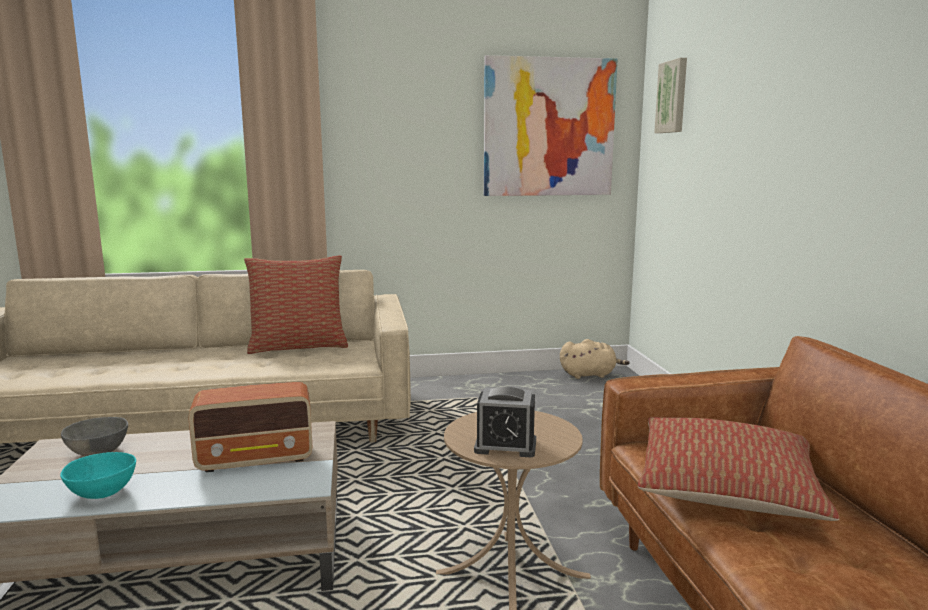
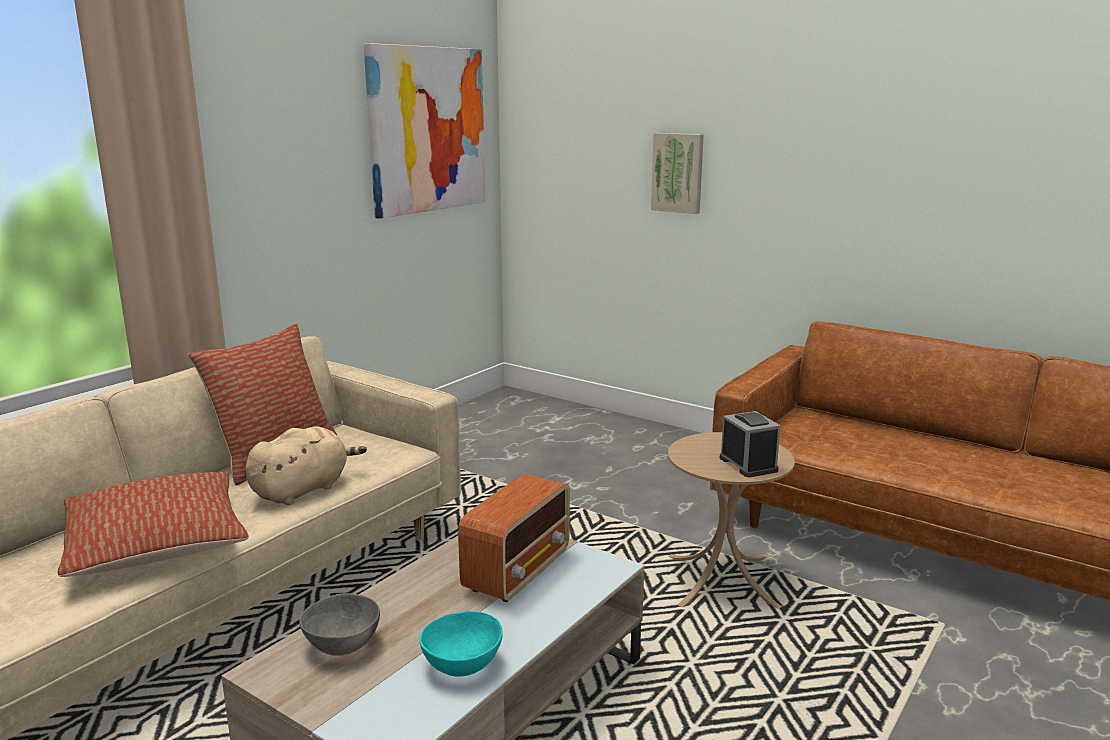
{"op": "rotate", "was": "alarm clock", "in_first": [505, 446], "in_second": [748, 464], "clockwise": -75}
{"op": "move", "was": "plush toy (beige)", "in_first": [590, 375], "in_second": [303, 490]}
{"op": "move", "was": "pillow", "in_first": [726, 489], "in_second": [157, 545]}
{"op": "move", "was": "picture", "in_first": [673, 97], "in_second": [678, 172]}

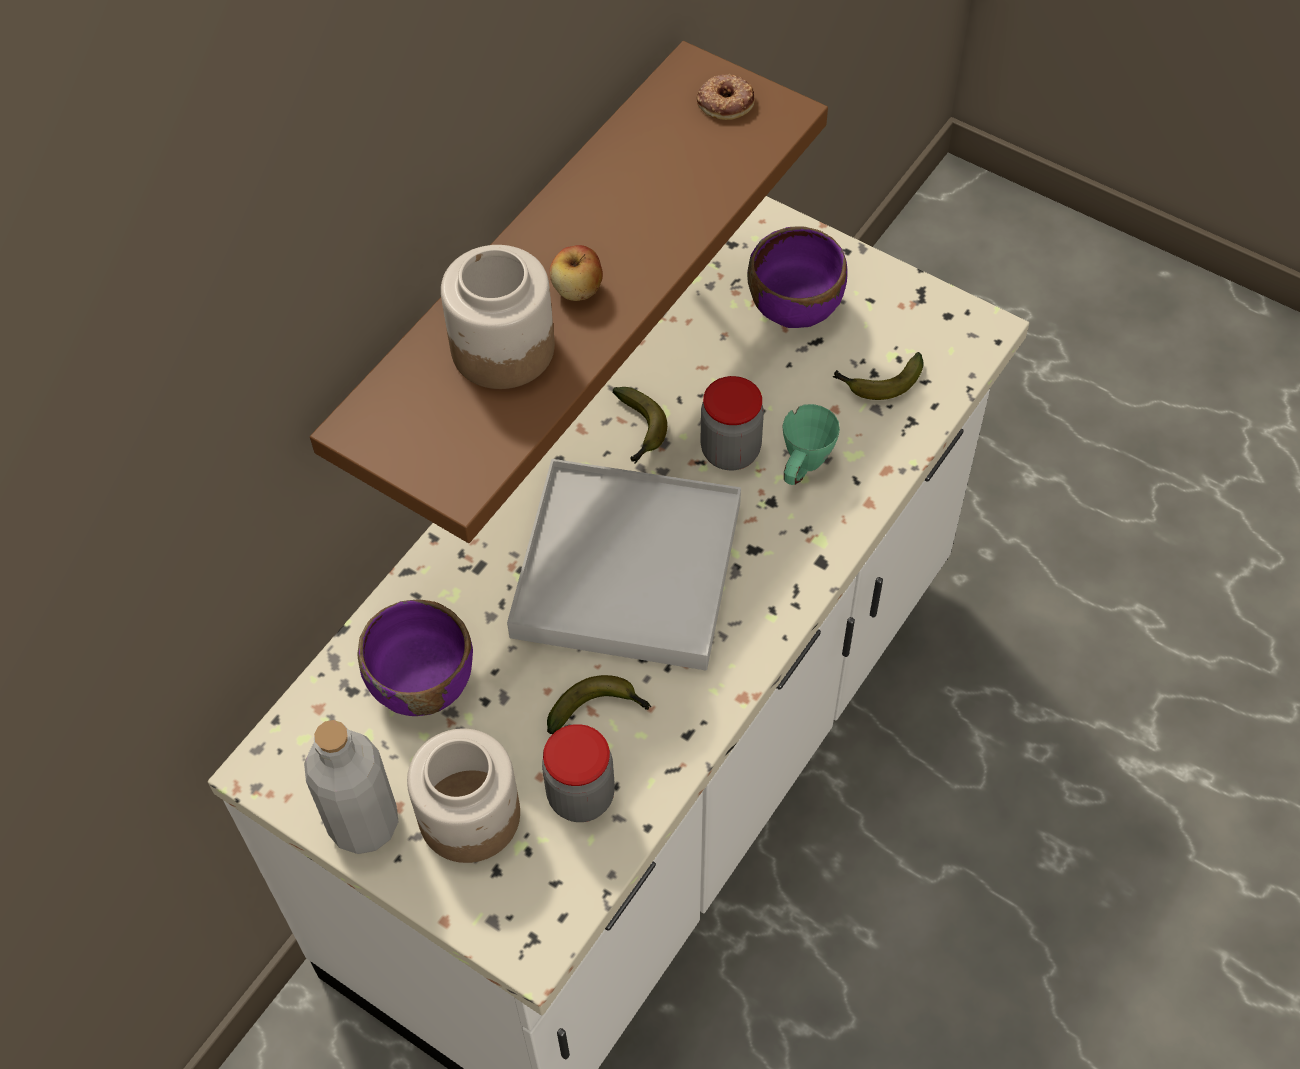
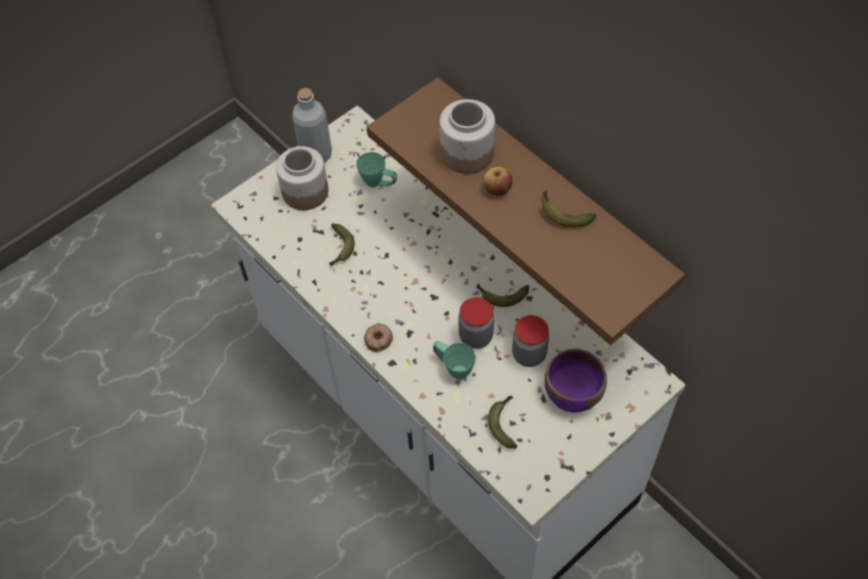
{"op": "replace", "was": "bowl (purple)", "now": "mug (green)", "in_first": [423, 681], "in_second": [379, 184]}
{"op": "delete", "was": "tray (white)", "in_first": [628, 570]}
{"op": "move", "was": "jar", "in_first": [581, 796], "in_second": [529, 354]}
{"op": "move", "was": "donut", "in_first": [725, 101], "in_second": [378, 339]}
{"op": "insert", "now": "banana", "in_second": [563, 213]}

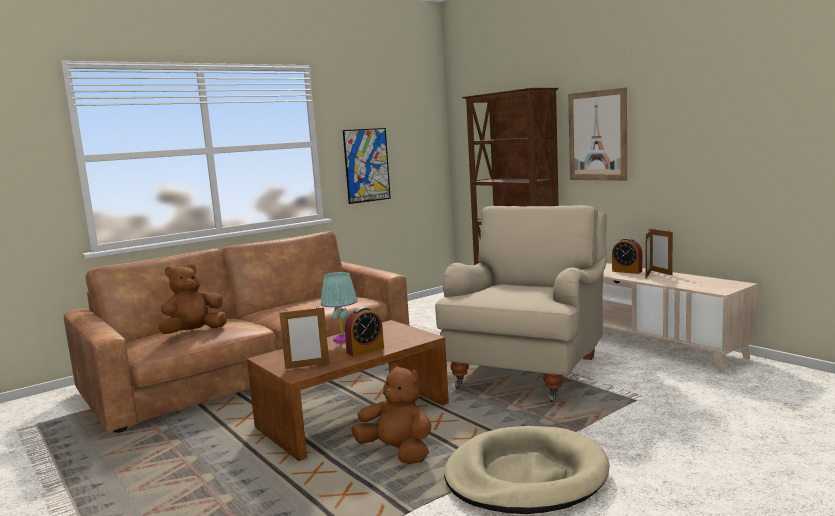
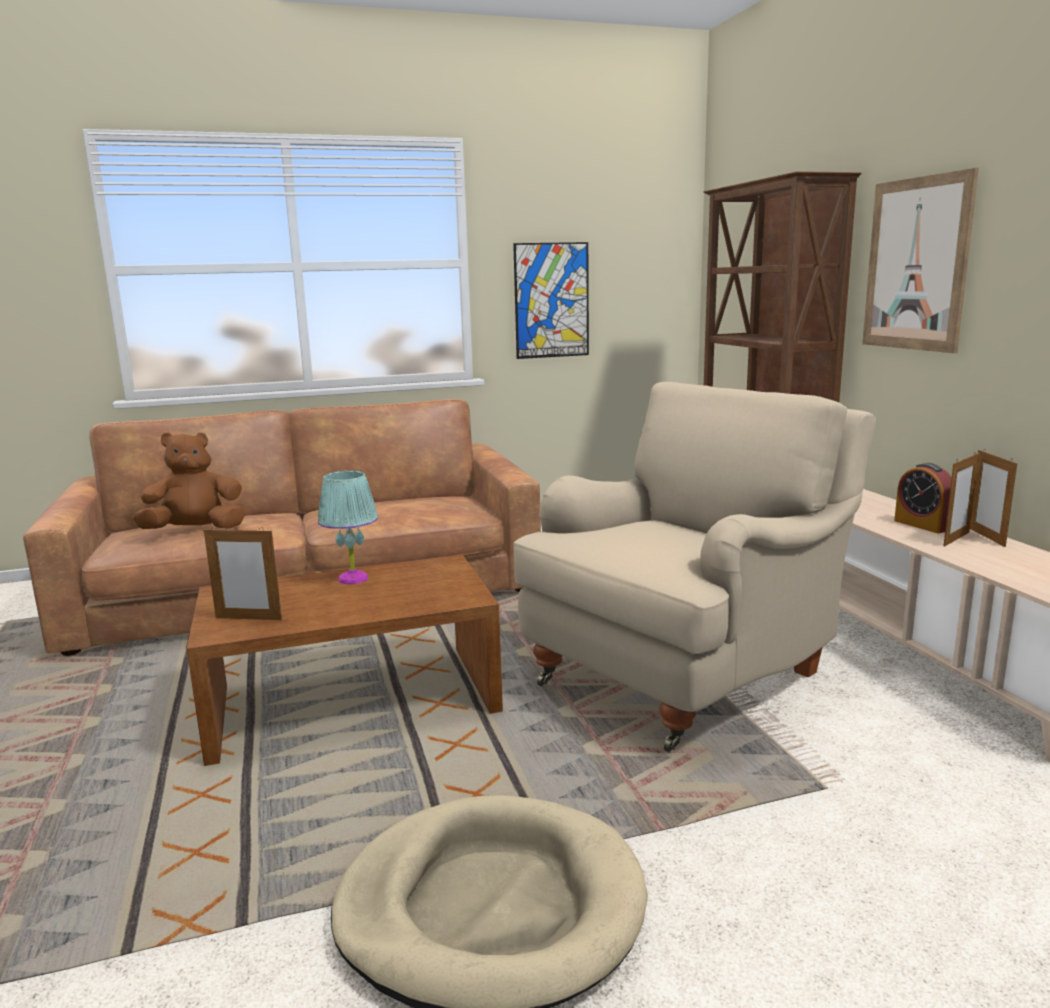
{"op": "delete", "was": "alarm clock", "in_first": [365, 350]}
{"op": "delete", "was": "plush toy (brown)", "in_first": [397, 452]}

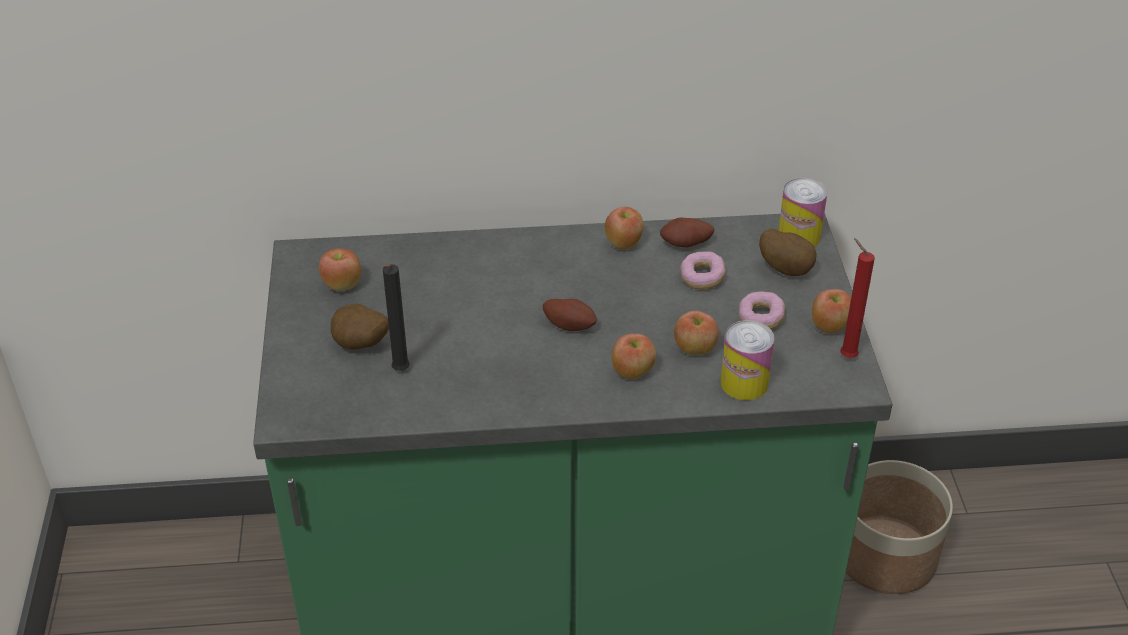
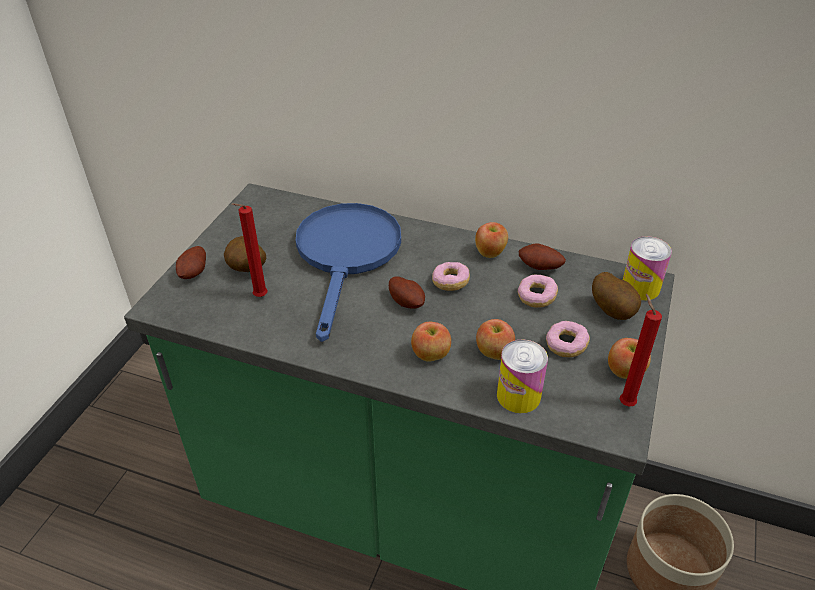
{"op": "delete", "was": "apple", "in_first": [342, 285]}
{"op": "recolor", "was": "candle (black)", "now": "candle (red)", "in_first": [399, 372], "in_second": [258, 297]}
{"op": "insert", "now": "potato", "in_second": [195, 273]}
{"op": "insert", "now": "frying pan (blue)", "in_second": [347, 255]}
{"op": "insert", "now": "donut", "in_second": [450, 283]}

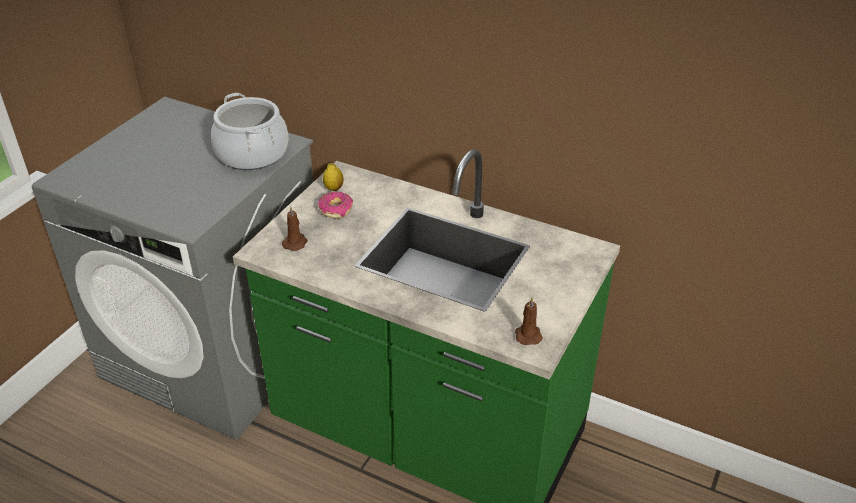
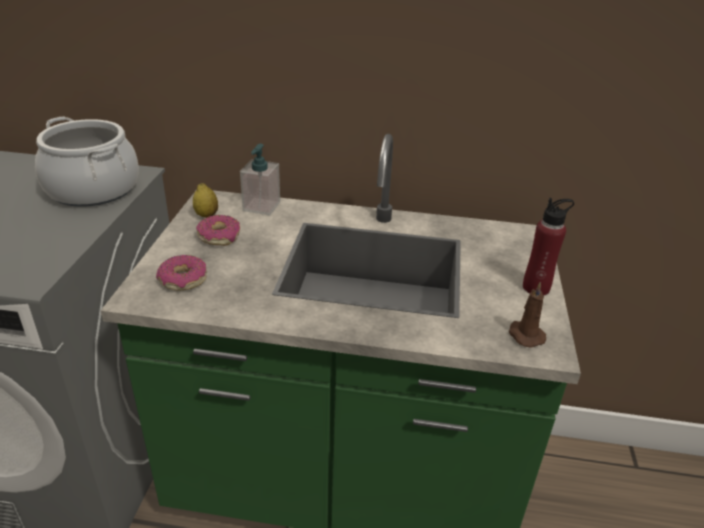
{"op": "replace", "was": "candle (brown)", "now": "donut", "in_first": [295, 243], "in_second": [183, 280]}
{"op": "insert", "now": "soap dispenser", "in_second": [261, 206]}
{"op": "insert", "now": "bottle (red)", "in_second": [536, 287]}

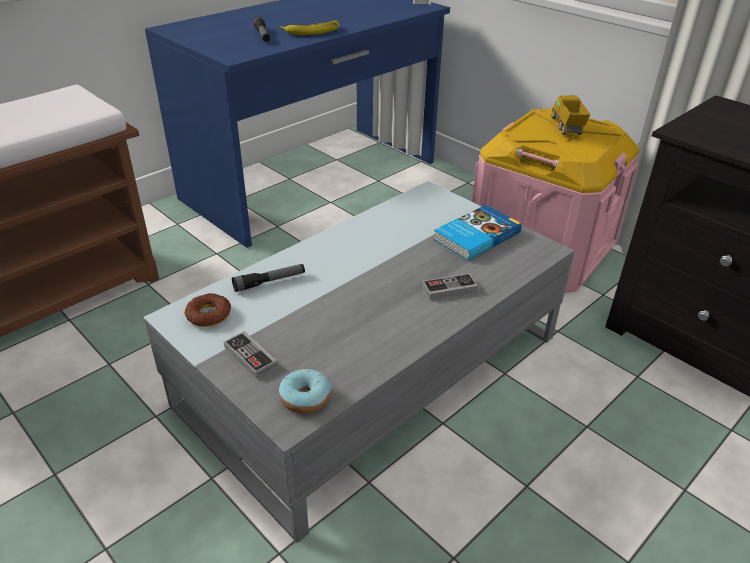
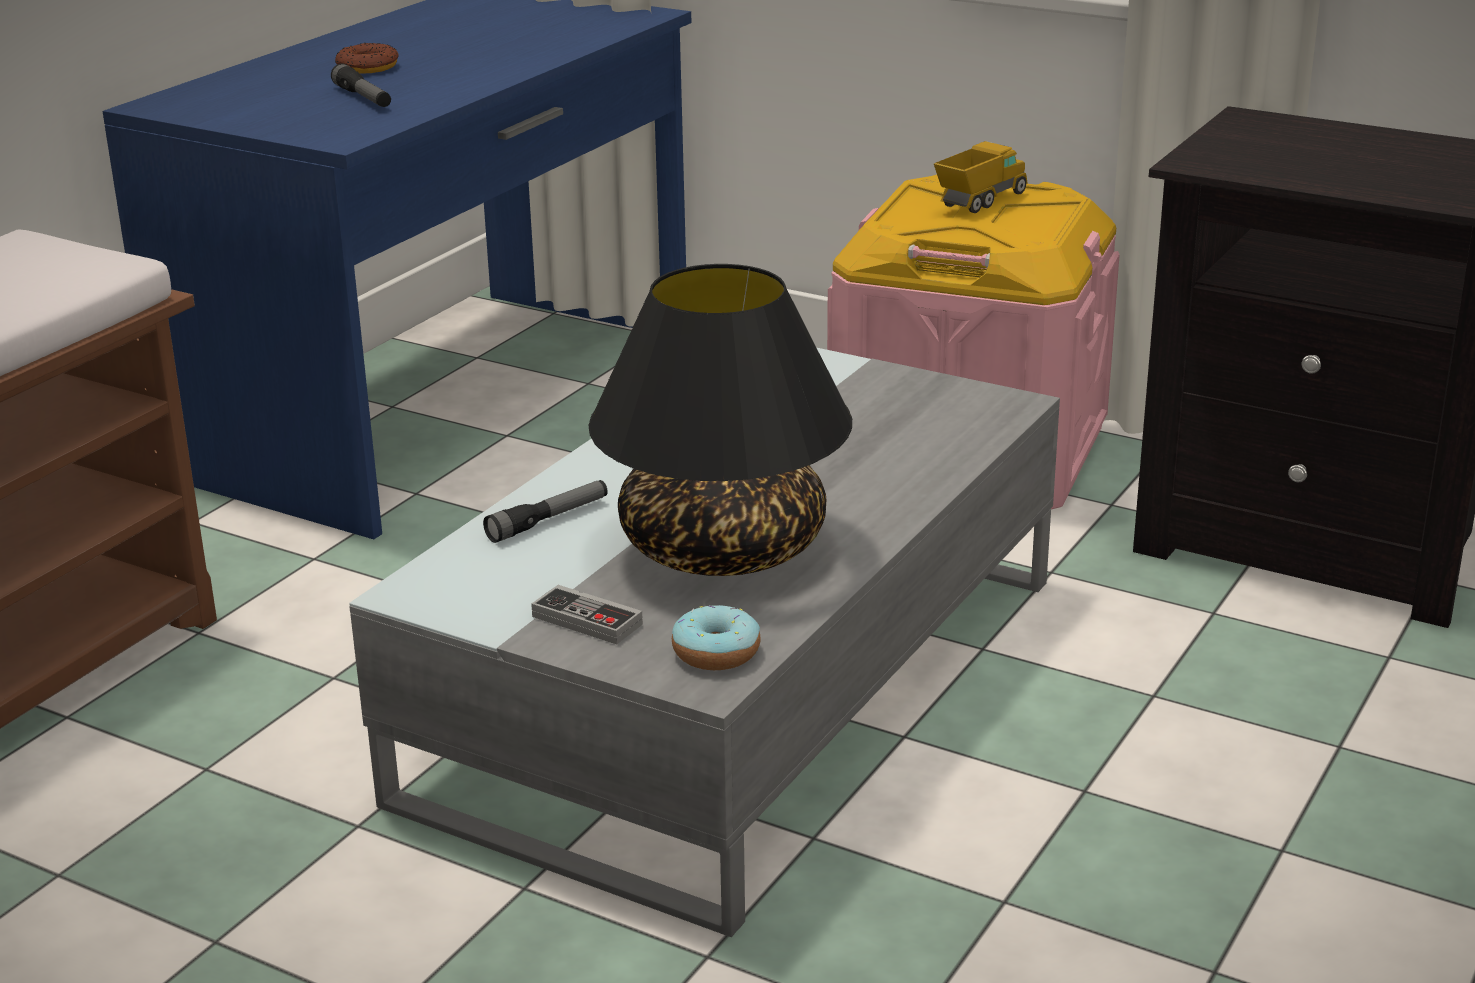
{"op": "move", "was": "donut", "in_first": [208, 315], "in_second": [367, 67]}
{"op": "delete", "was": "banana", "in_first": [313, 31]}
{"op": "delete", "was": "game controller", "in_first": [449, 289]}
{"op": "delete", "was": "book", "in_first": [475, 236]}
{"op": "rotate", "was": "toy truck", "in_first": [566, 127], "in_second": [980, 201], "clockwise": 60}
{"op": "insert", "now": "table lamp (black)", "in_second": [721, 549]}

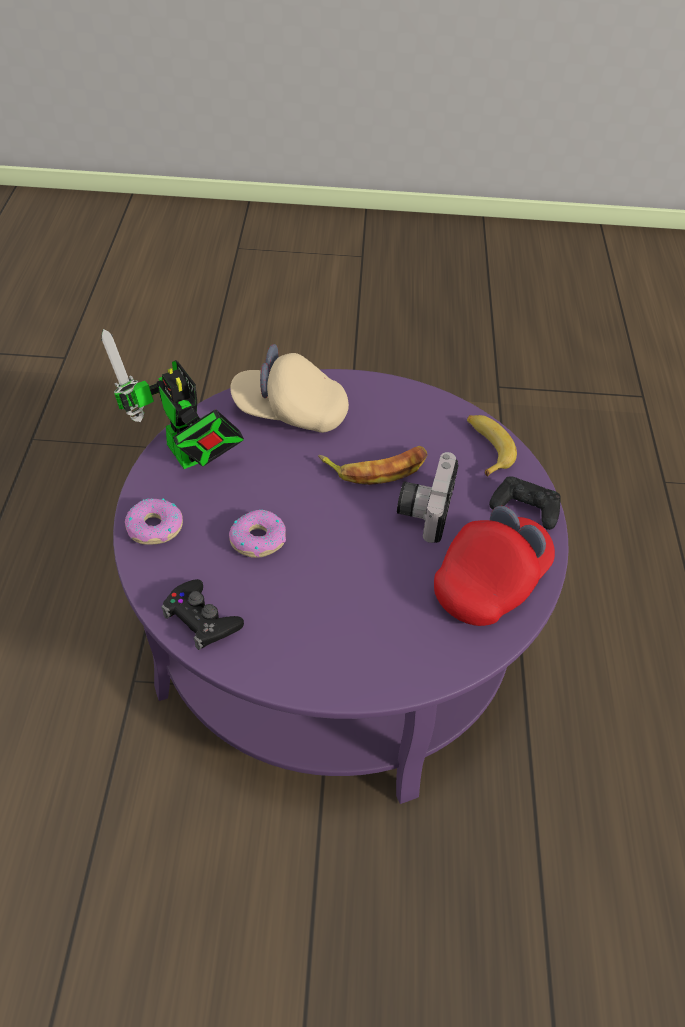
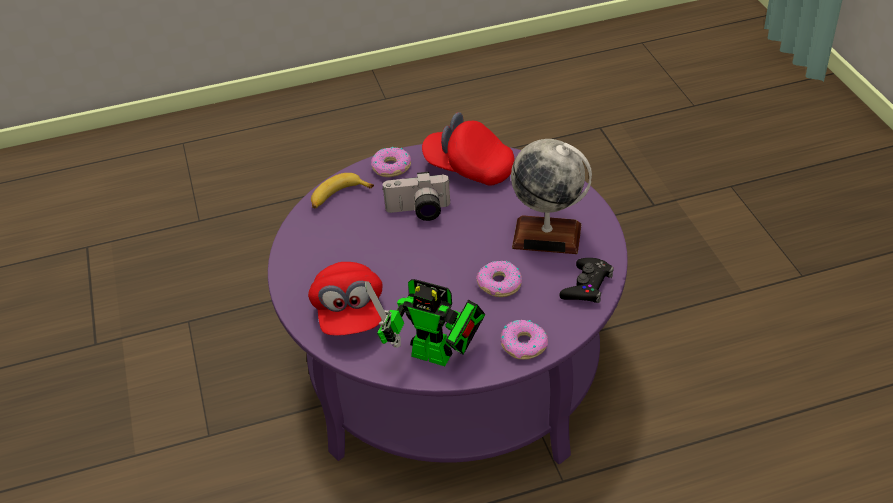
{"op": "rotate", "was": "toy robot", "in_first": [187, 458], "in_second": [437, 357], "clockwise": 75}
{"op": "recolor", "was": "cap (beige)", "now": "cap (red)", "in_first": [290, 413], "in_second": [349, 314]}
{"op": "delete", "was": "banana", "in_first": [376, 467]}
{"op": "replace", "was": "game controller (black)", "now": "donut", "in_first": [525, 508], "in_second": [391, 167]}
{"op": "insert", "now": "globe", "in_second": [547, 236]}

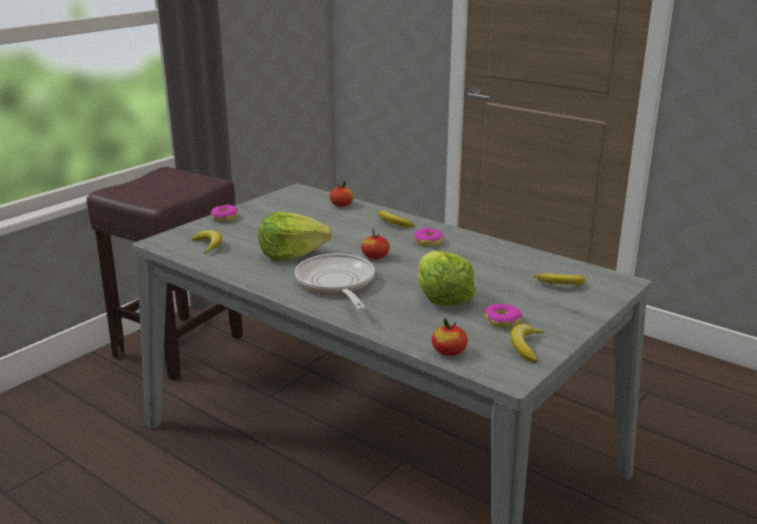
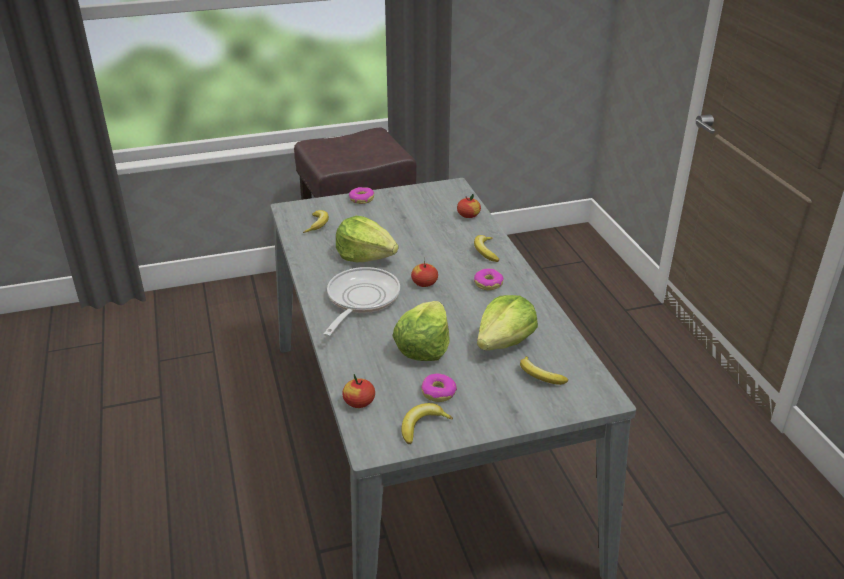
{"op": "insert", "now": "lettuce", "in_second": [504, 342]}

